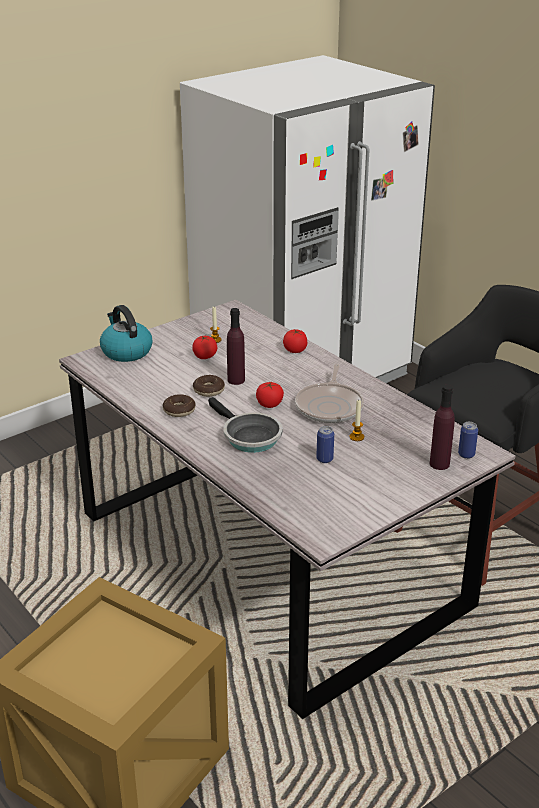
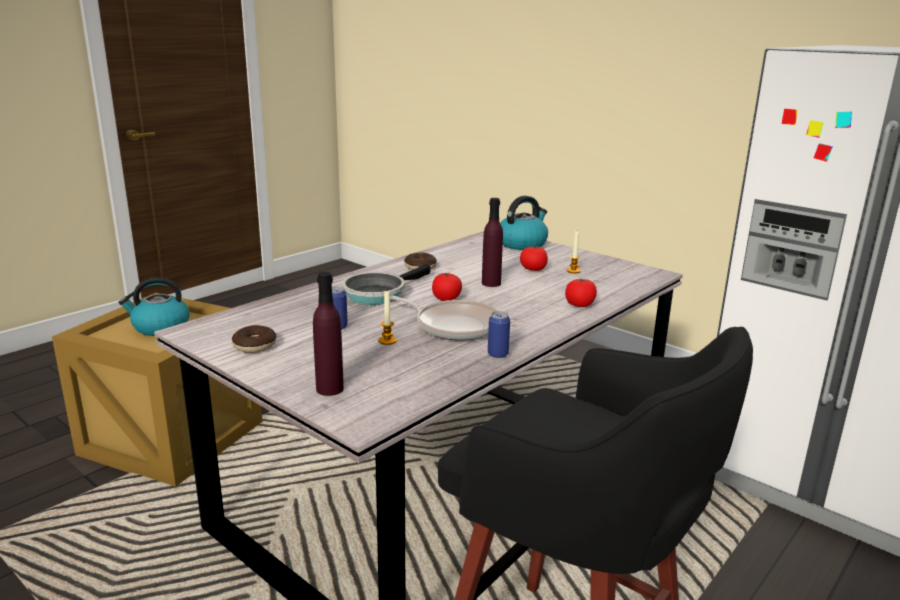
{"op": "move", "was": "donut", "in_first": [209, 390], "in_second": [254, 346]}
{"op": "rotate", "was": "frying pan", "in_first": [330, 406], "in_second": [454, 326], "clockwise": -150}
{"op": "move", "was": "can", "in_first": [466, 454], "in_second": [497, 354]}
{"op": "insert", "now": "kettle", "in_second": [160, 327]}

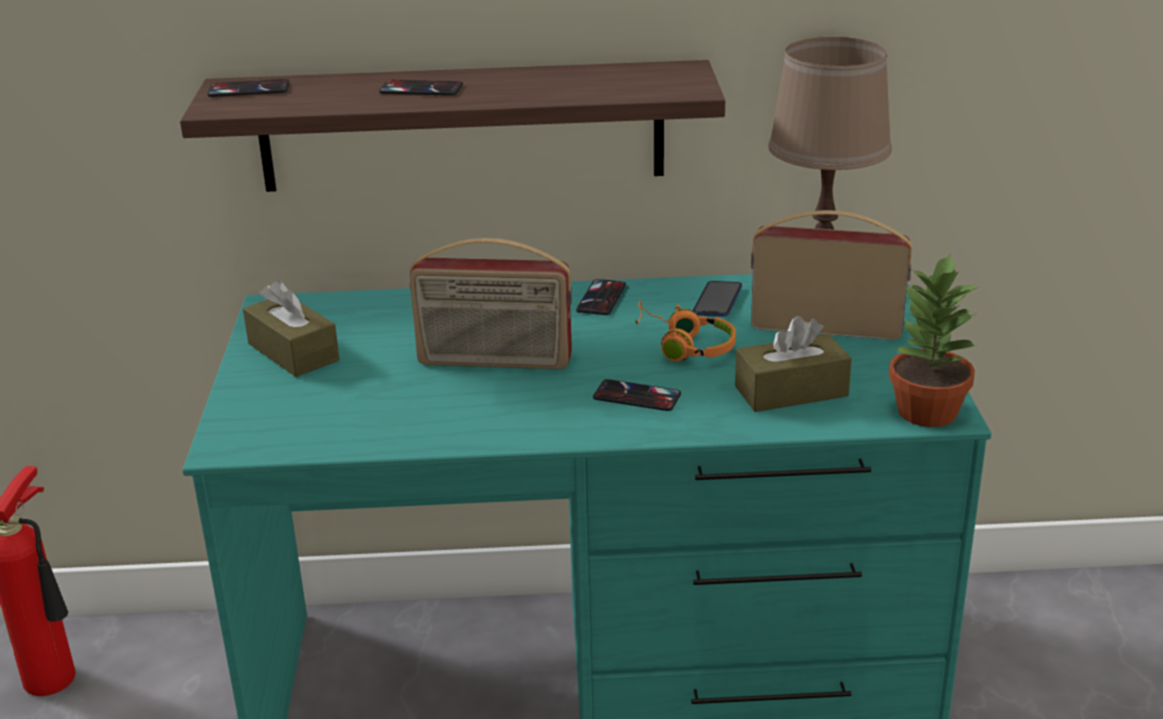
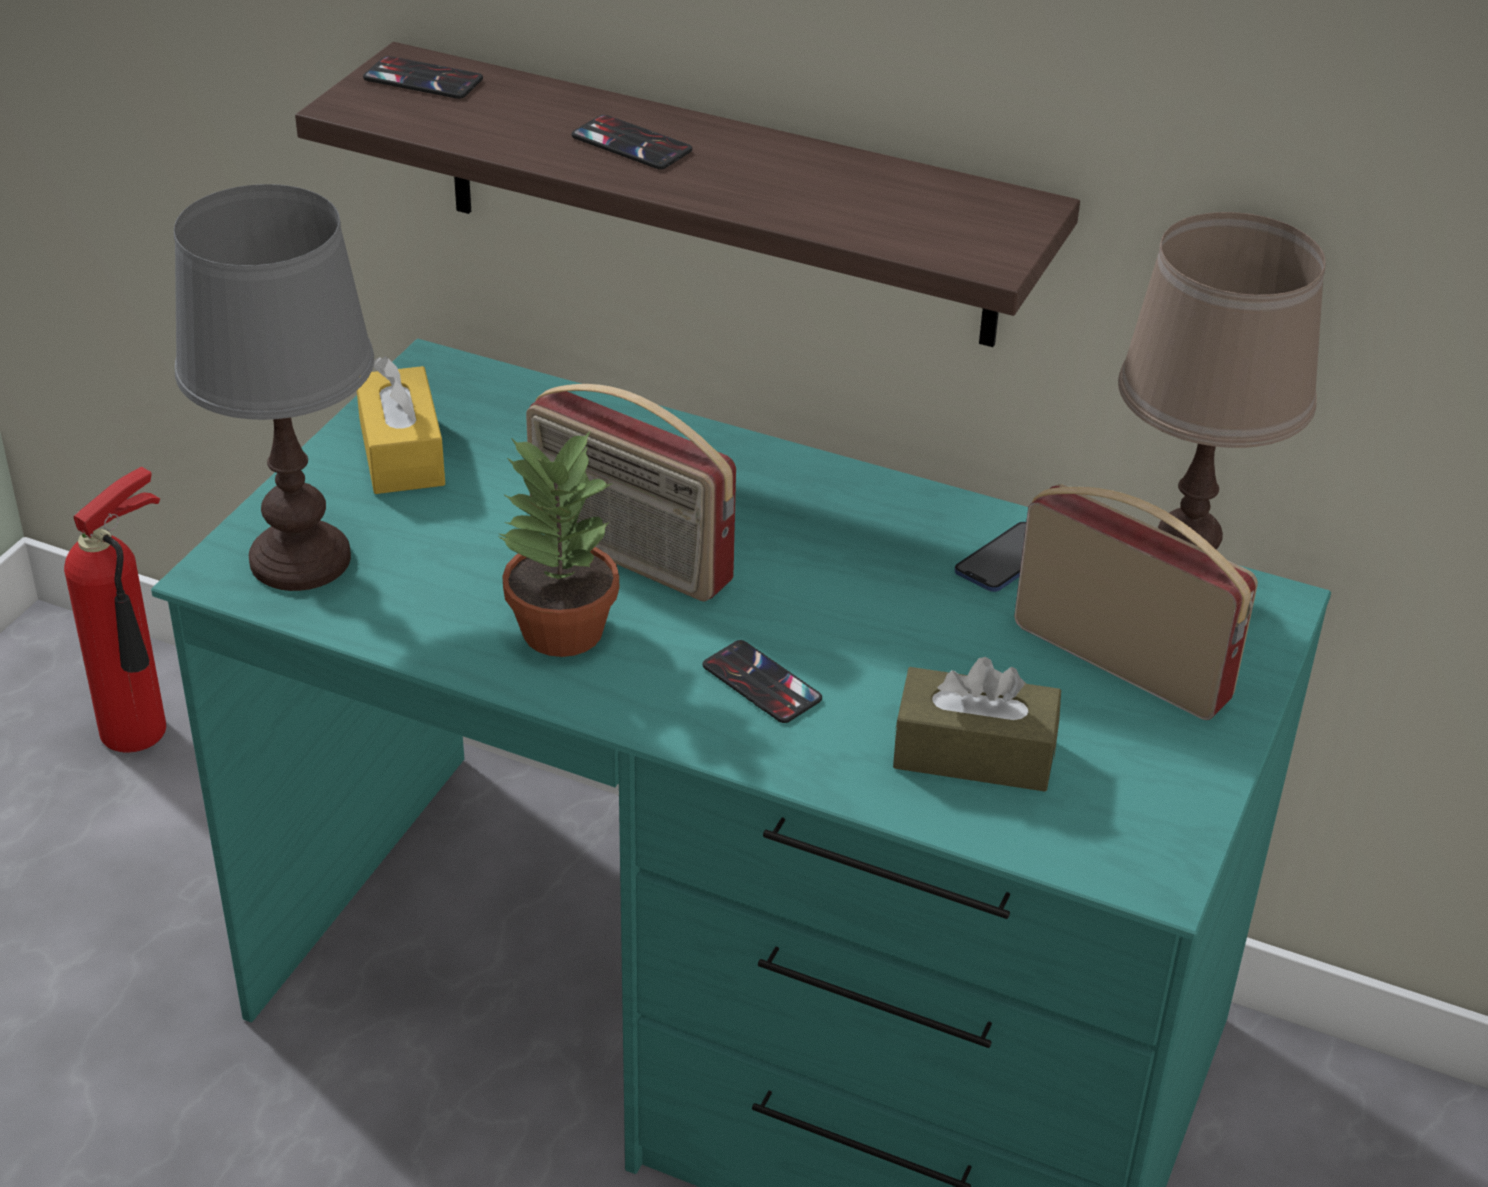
{"op": "recolor", "was": "tissue box (brown)", "now": "tissue box (yellow)", "in_first": [293, 352], "in_second": [401, 452]}
{"op": "delete", "was": "phone", "in_first": [601, 298]}
{"op": "delete", "was": "headphones (orange)", "in_first": [683, 346]}
{"op": "move", "was": "potted plant", "in_first": [926, 412], "in_second": [560, 631]}
{"op": "insert", "now": "table lamp (grey)", "in_second": [302, 559]}

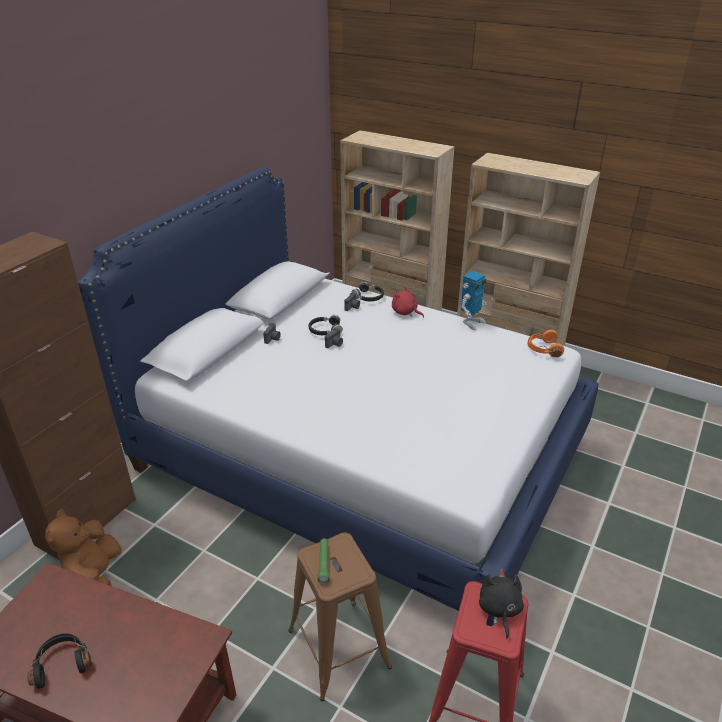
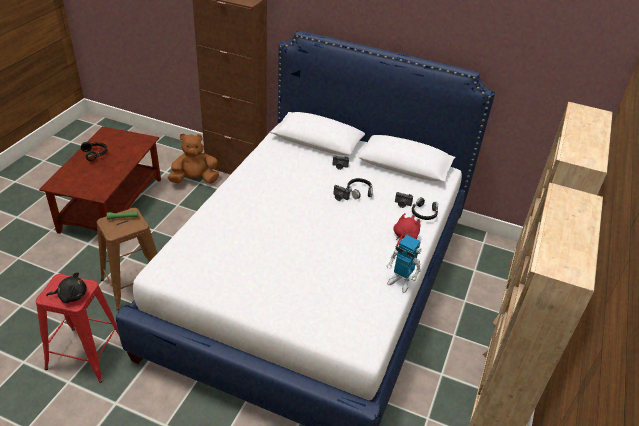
{"op": "delete", "was": "headphones (orange)", "in_first": [543, 349]}

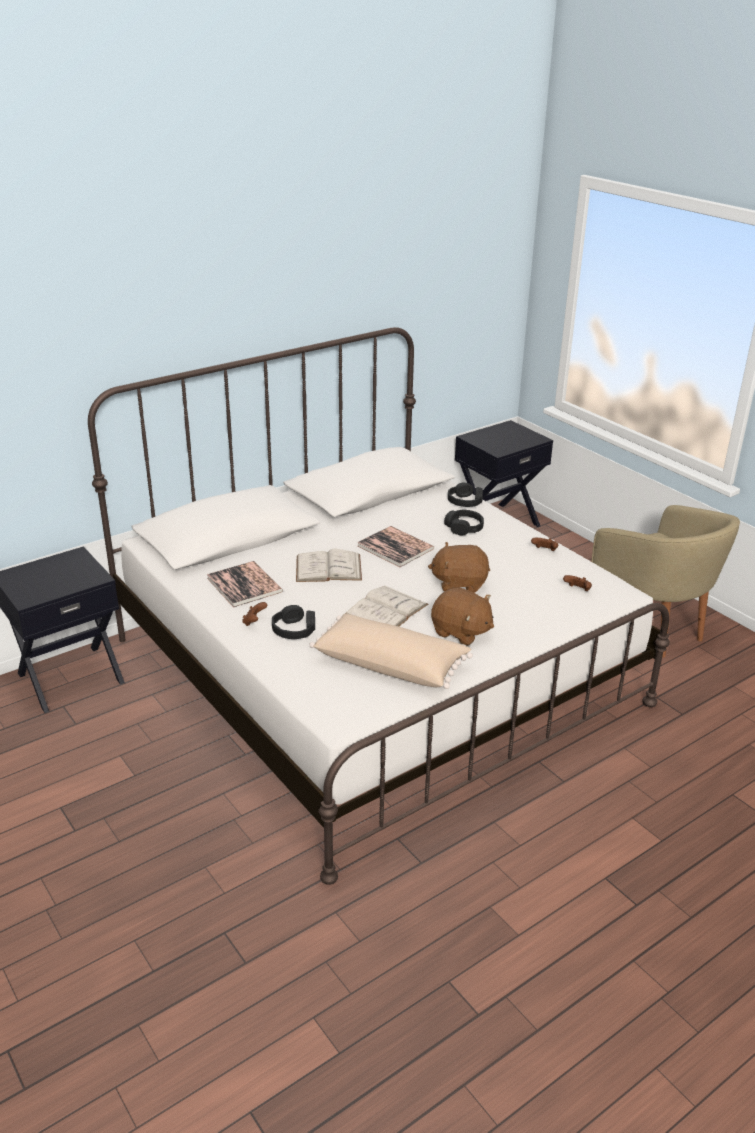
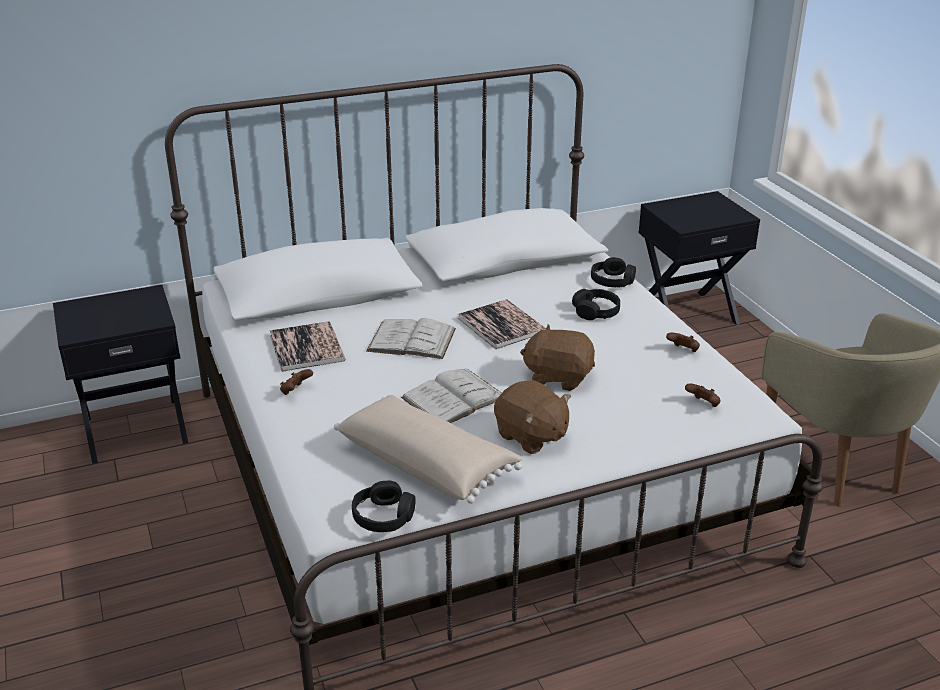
{"op": "move", "was": "headphones (black)", "in_first": [294, 630], "in_second": [383, 516]}

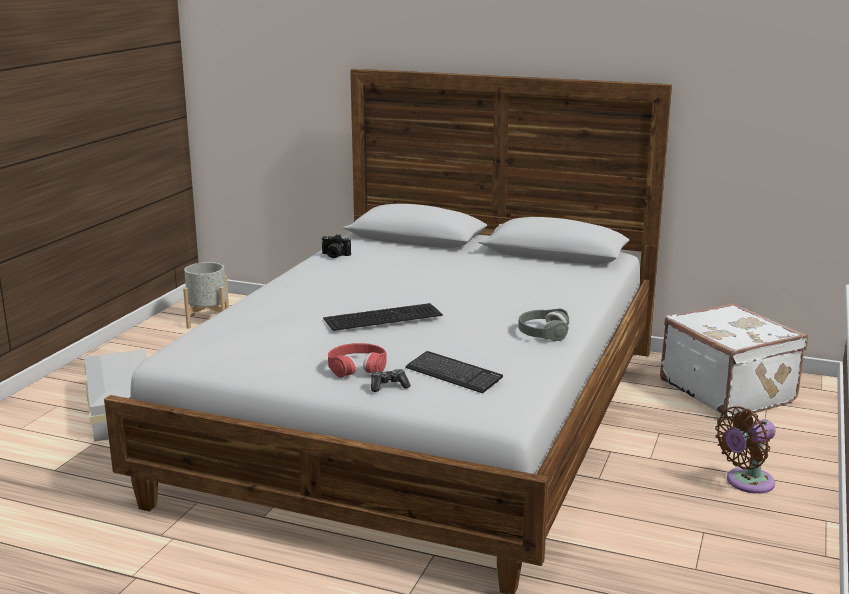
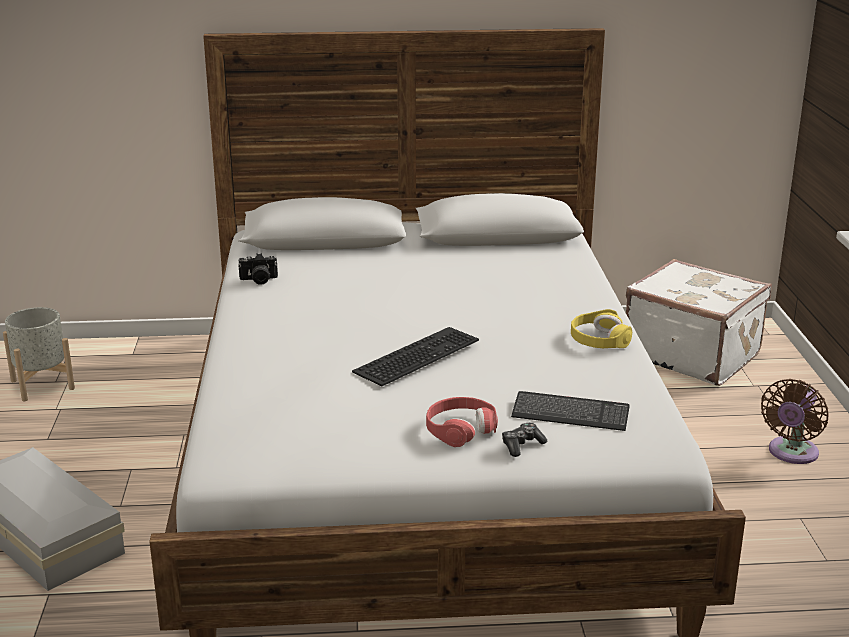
{"op": "recolor", "was": "headphones (grey)", "now": "headphones (yellow)", "in_first": [543, 332], "in_second": [599, 340]}

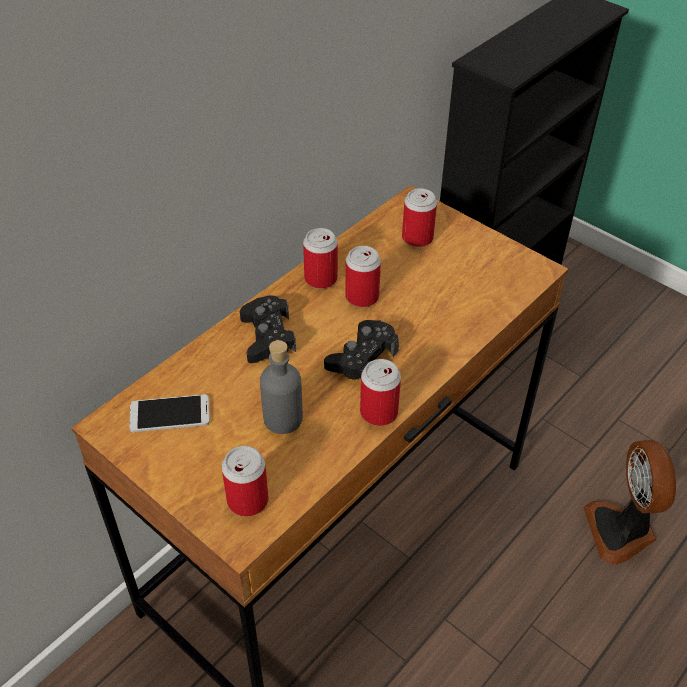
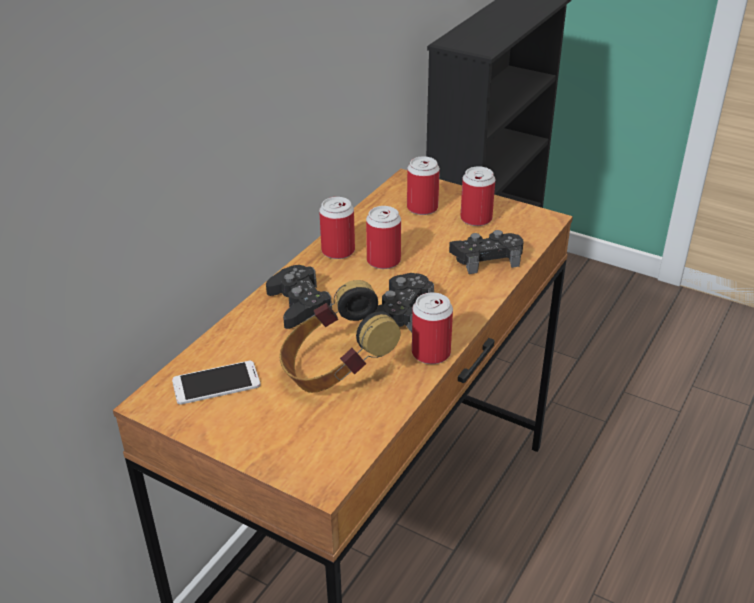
{"op": "move", "was": "can", "in_first": [247, 500], "in_second": [476, 219]}
{"op": "replace", "was": "bottle (grey)", "now": "headphones", "in_first": [283, 418], "in_second": [335, 371]}
{"op": "delete", "was": "fan", "in_first": [621, 531]}
{"op": "insert", "now": "game controller (black)", "in_second": [486, 258]}

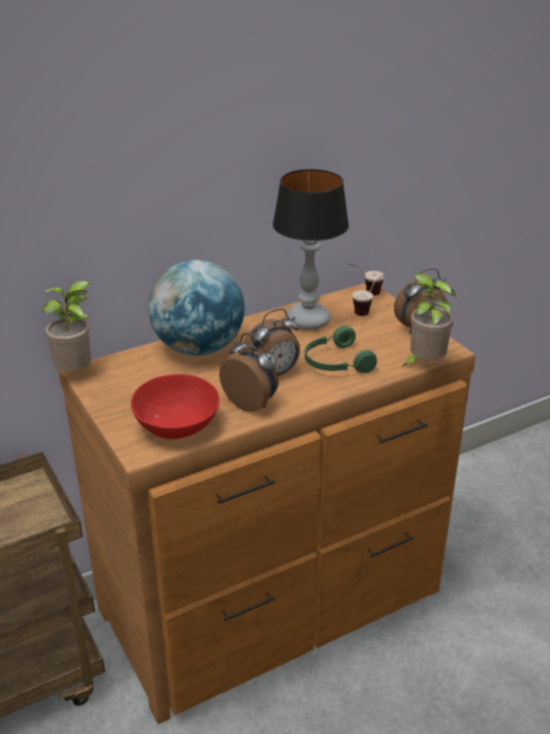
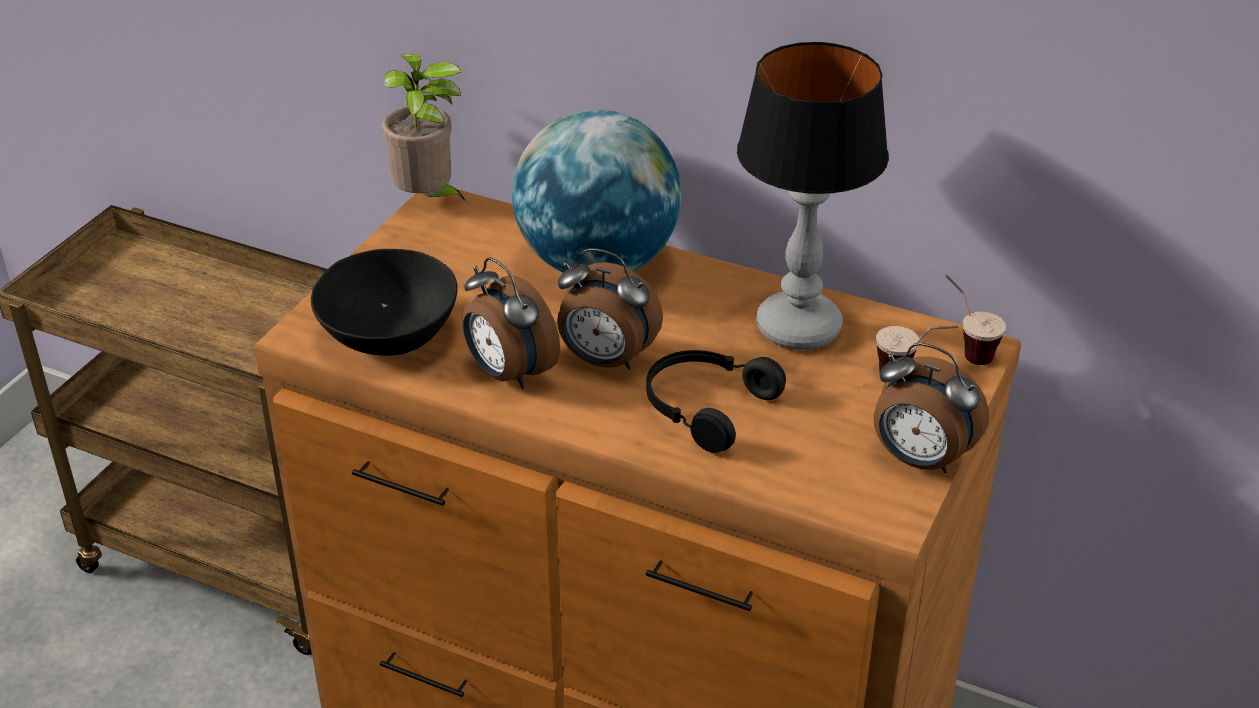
{"op": "recolor", "was": "bowl (red)", "now": "bowl (black)", "in_first": [178, 426], "in_second": [390, 335]}
{"op": "rotate", "was": "alarm clock", "in_first": [251, 403], "in_second": [508, 373], "clockwise": 135}
{"op": "recolor", "was": "headphones (green)", "now": "headphones (black)", "in_first": [335, 362], "in_second": [705, 407]}
{"op": "delete", "was": "potted plant", "in_first": [424, 364]}

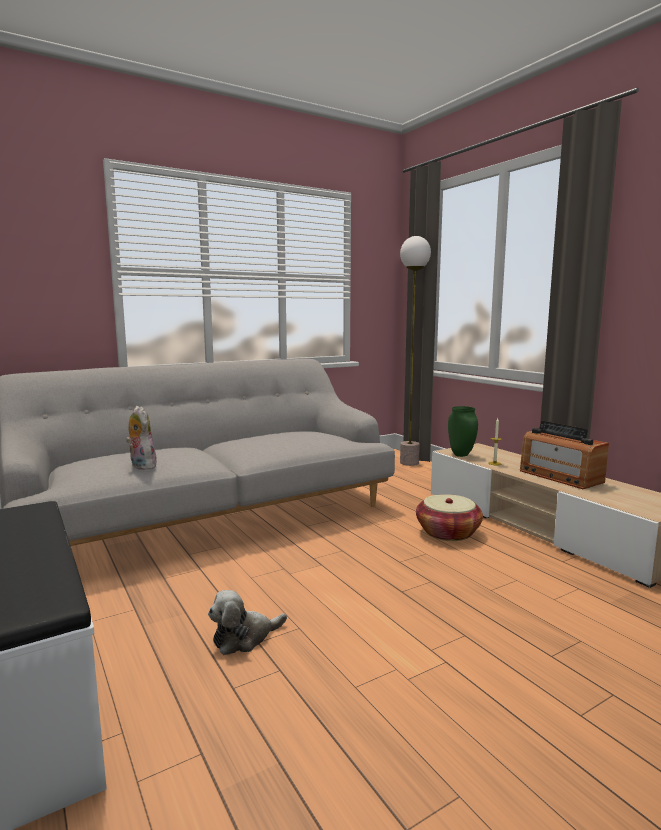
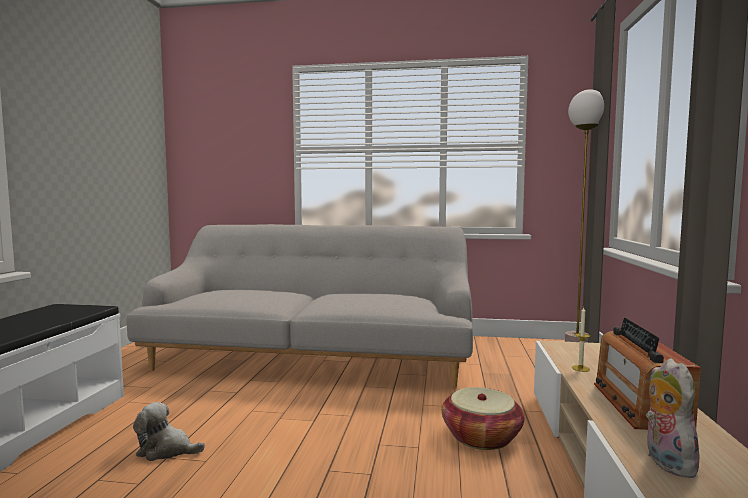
{"op": "move", "was": "plush toy", "in_first": [141, 466], "in_second": [665, 461]}
{"op": "delete", "was": "vase (green)", "in_first": [461, 455]}

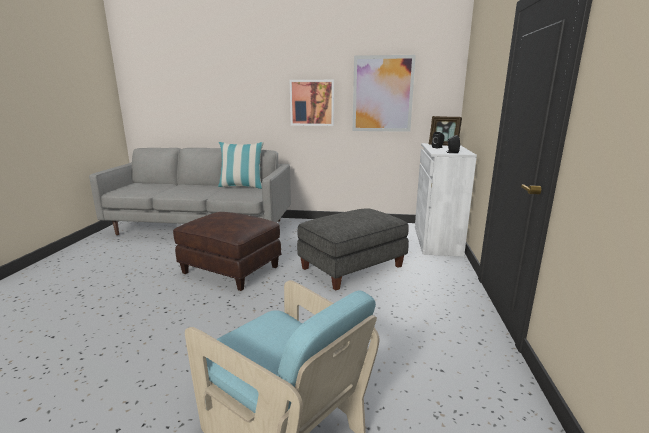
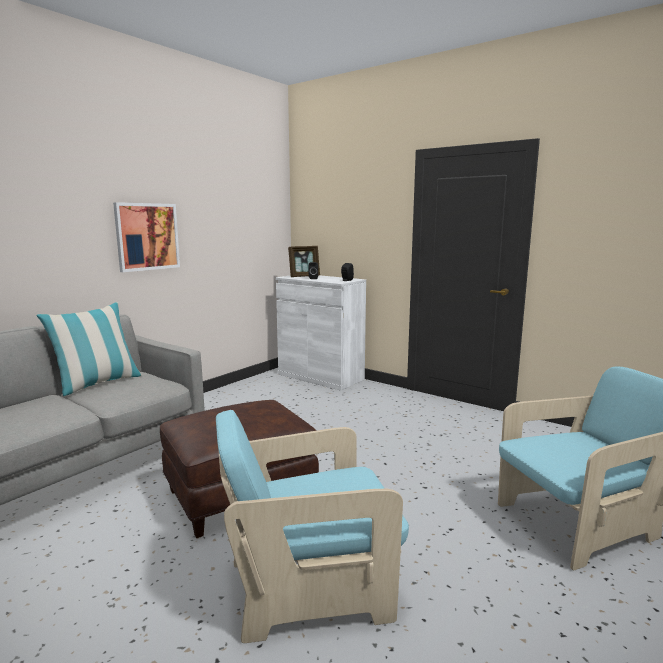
{"op": "delete", "was": "ottoman (grey)", "in_first": [352, 267]}
{"op": "delete", "was": "picture", "in_first": [382, 94]}
{"op": "insert", "now": "armchair (turquoise)", "in_second": [310, 586]}

